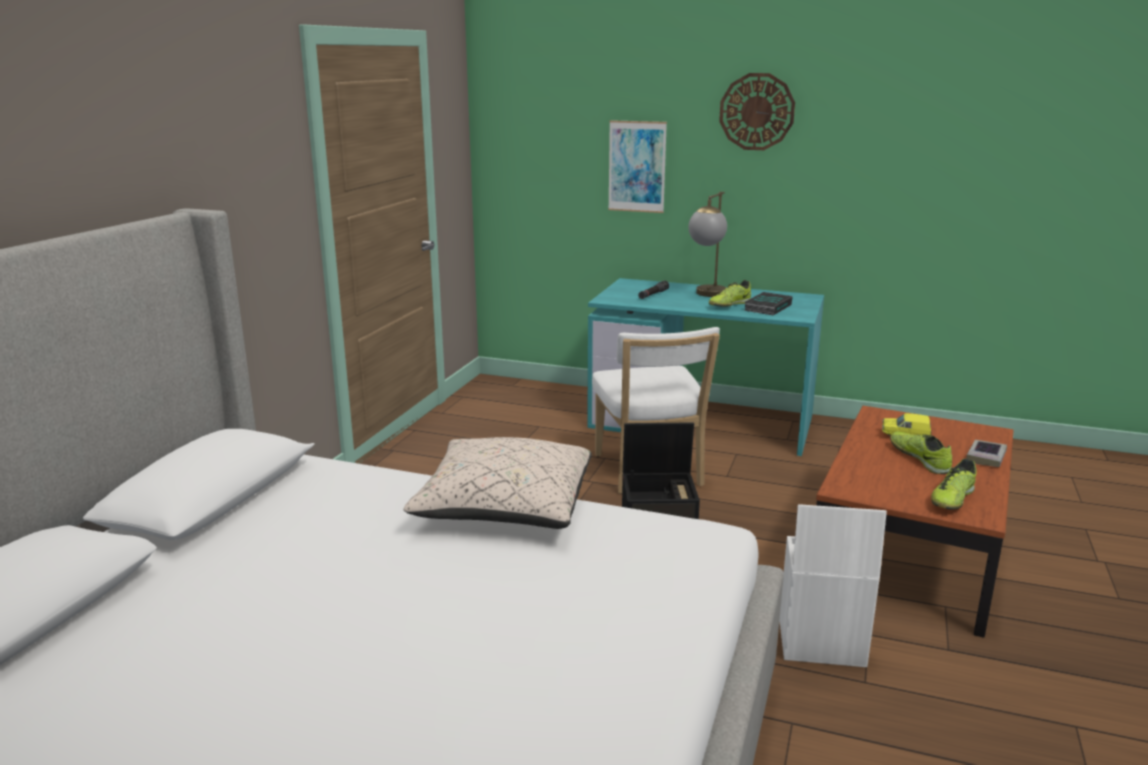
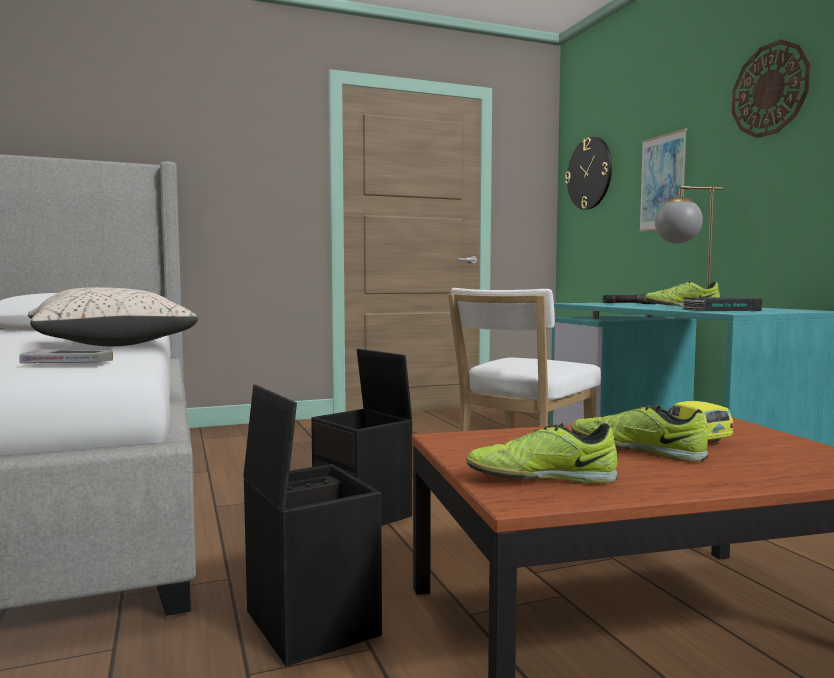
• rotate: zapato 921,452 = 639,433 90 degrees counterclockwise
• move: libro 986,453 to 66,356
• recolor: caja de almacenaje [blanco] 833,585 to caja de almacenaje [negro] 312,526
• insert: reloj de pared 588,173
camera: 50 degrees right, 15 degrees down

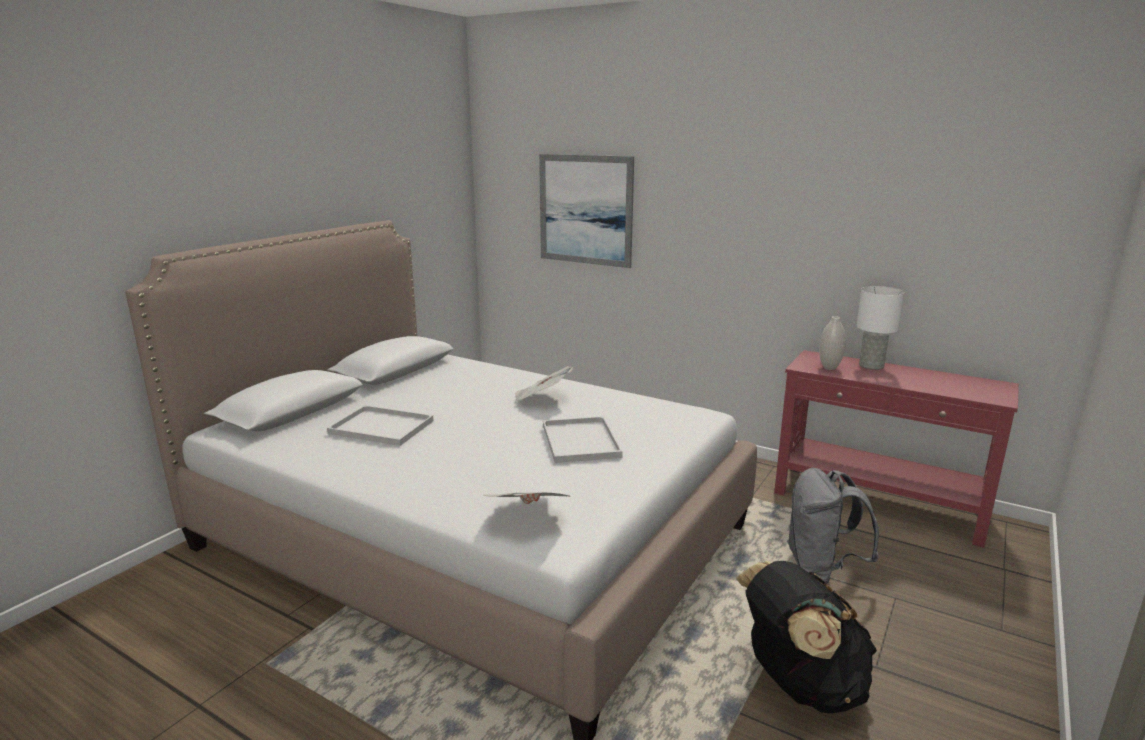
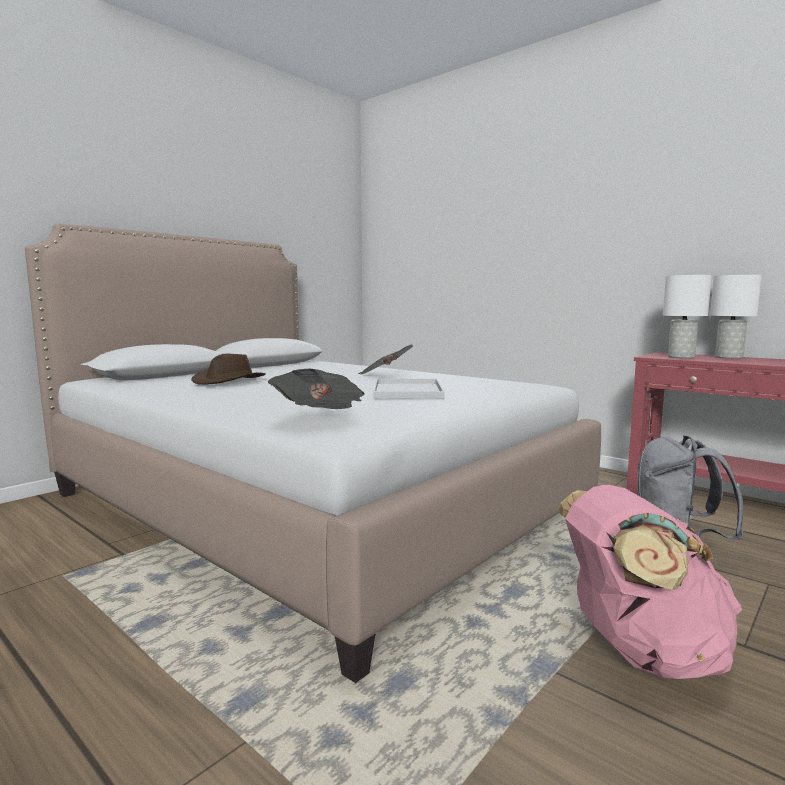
• delete: cuadro 586,211
• replace: florero [blanco] 832,343 to lámpara de mesa [blanco] 687,317
• replace: bandeja [blanco] 380,425 to sombrero [marrón] 228,369
• recolor: mochila [negro] 806,637 to mochila [rosa] 649,582
camera: 10 degrees right, 10 degrees down

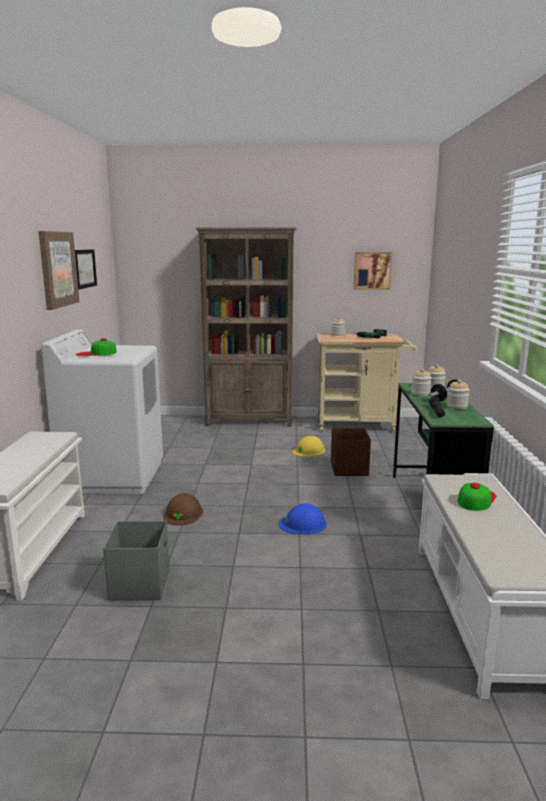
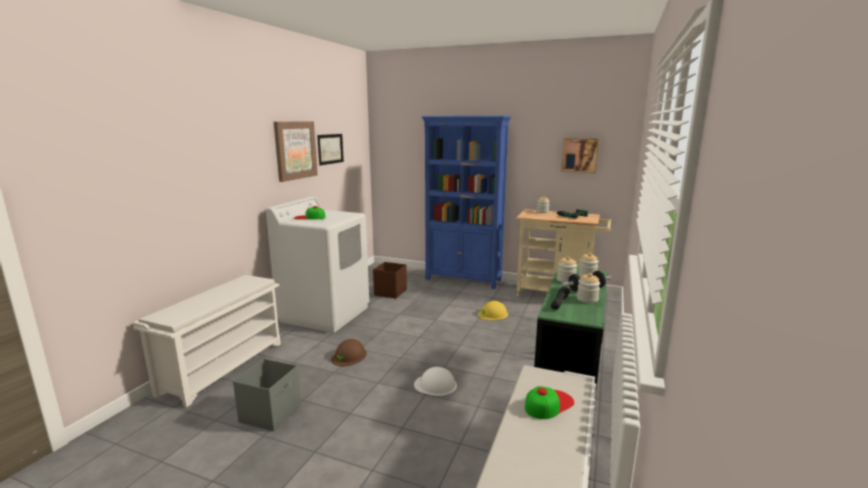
• recolor: estantería [marrón] 246,327 to estantería [azul] 466,202
• move: caja de almacenaje [marrón] 351,452 to 390,280
• recolor: casco [azul] 303,518 to casco [blanco] 435,381
camera: 20 degrees right, 0 degrees up

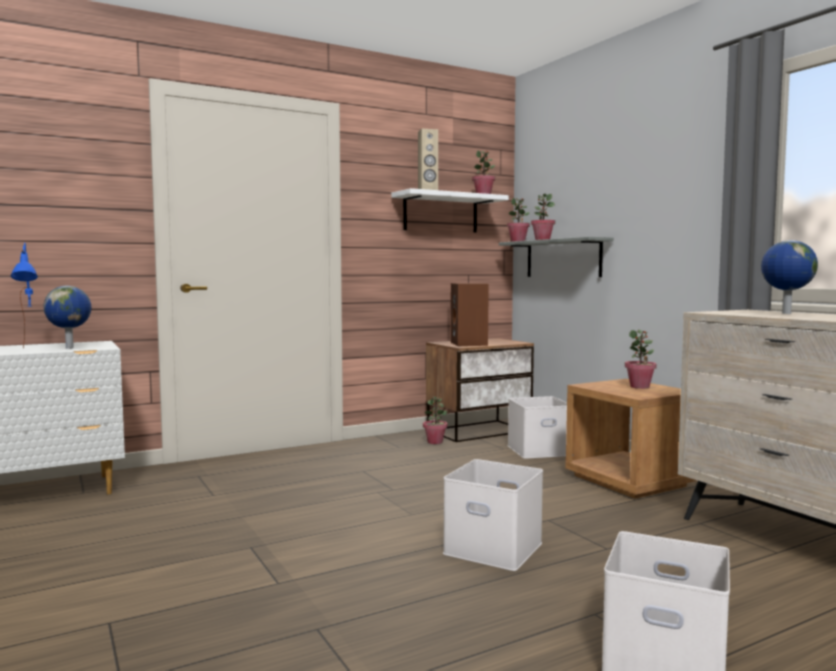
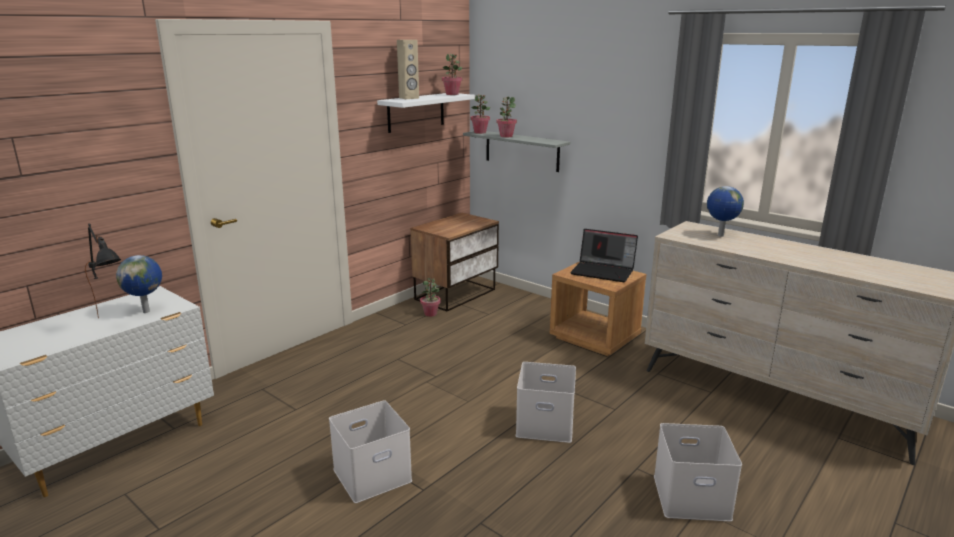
• recolor: lámpara de mesa [azul] 24,295 to lámpara de mesa [negro] 103,271
• delete: altavoz [marrón] 469,314
• replace: planta en maceta 641,359 to portátil 604,255
• move: caja de almacenaje [blanco] 537,427 to 370,451
camera: 20 degrees left, 15 degrees up

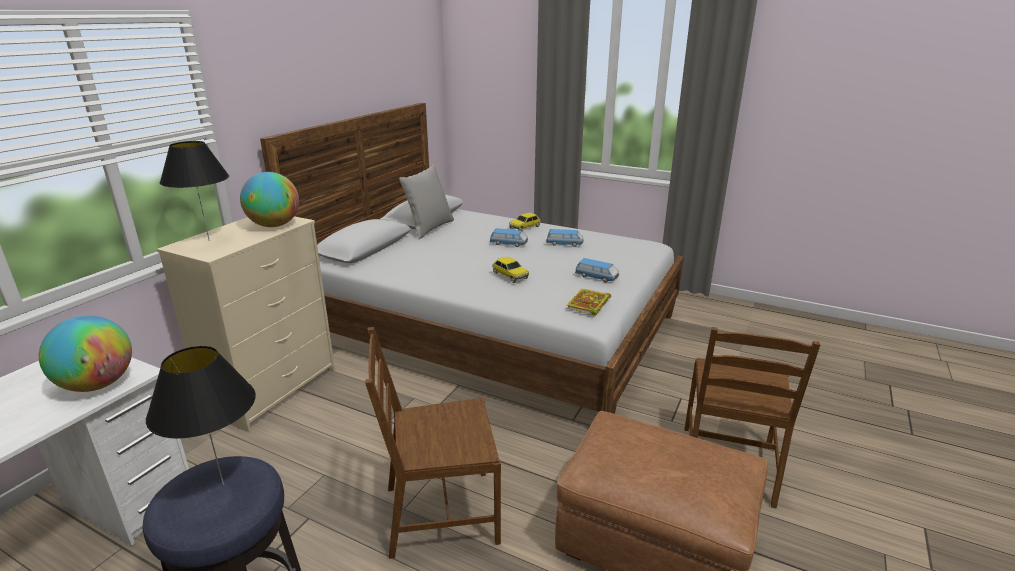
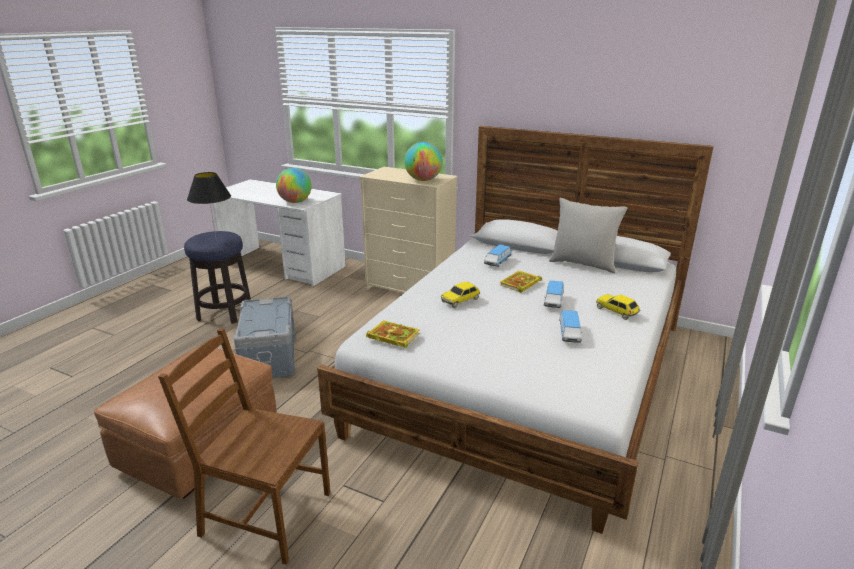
• delete: lámpara de mesa [negro] 194,191
• move: coche de juguete 597,270 to 497,256
• replace: silla [marrón] 433,443 to caja de almacenaje [gris] 265,337
• insert: libro 521,282
camera: 90 degrees right, 0 degrees up

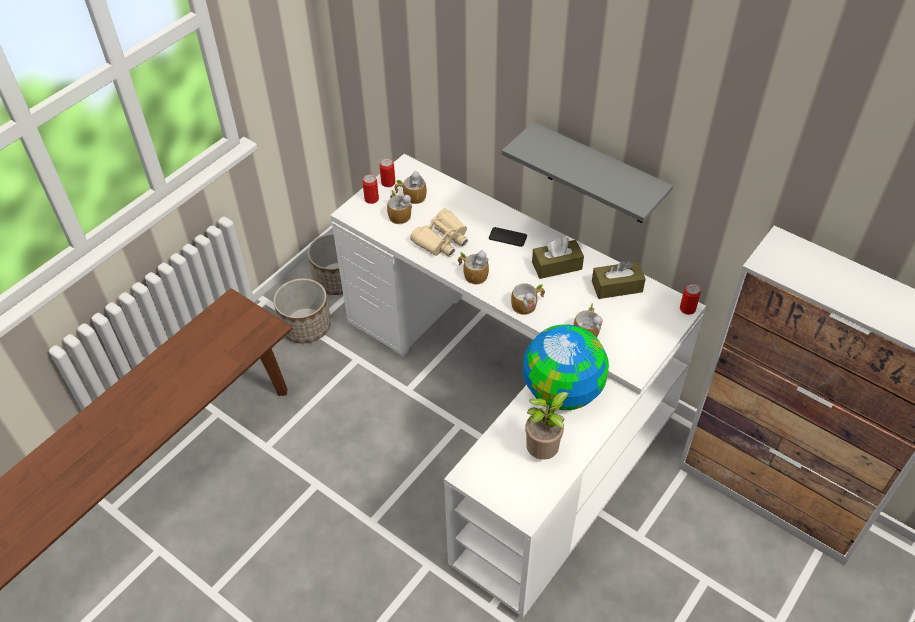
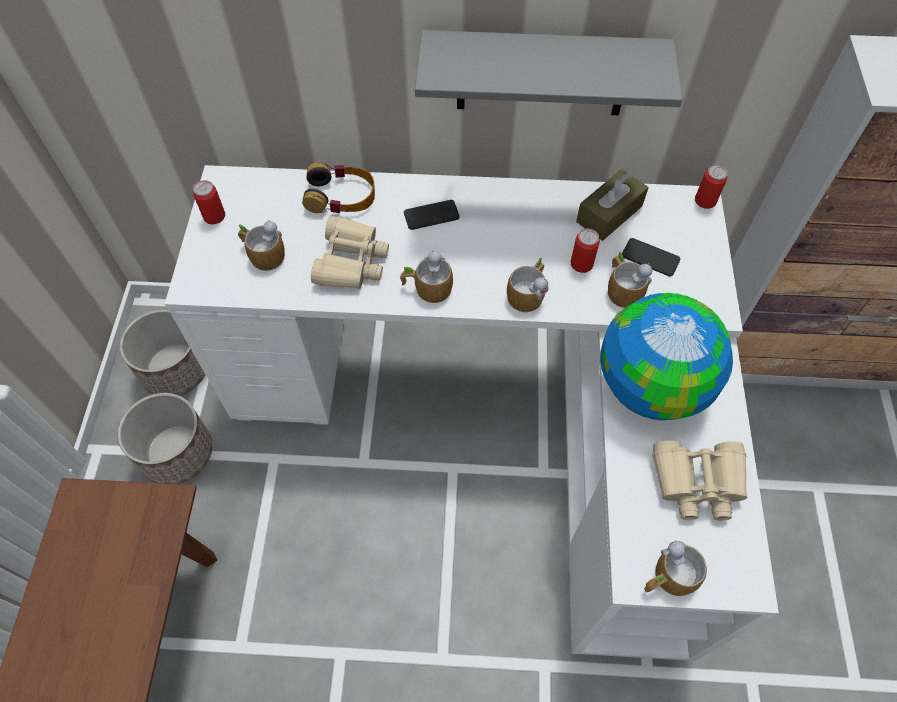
• move: taza grande 410,187 to 675,568
• move: lata 370,189 to 585,250
• delete: caja de pañuelos [marrón] 558,258
• replace: planta en maceta 547,426 to prismáticos [beis] 700,480
• insert: auriculares 338,187
• insert: móvil 651,257
camera: 35 degrees left, 10 degrees up

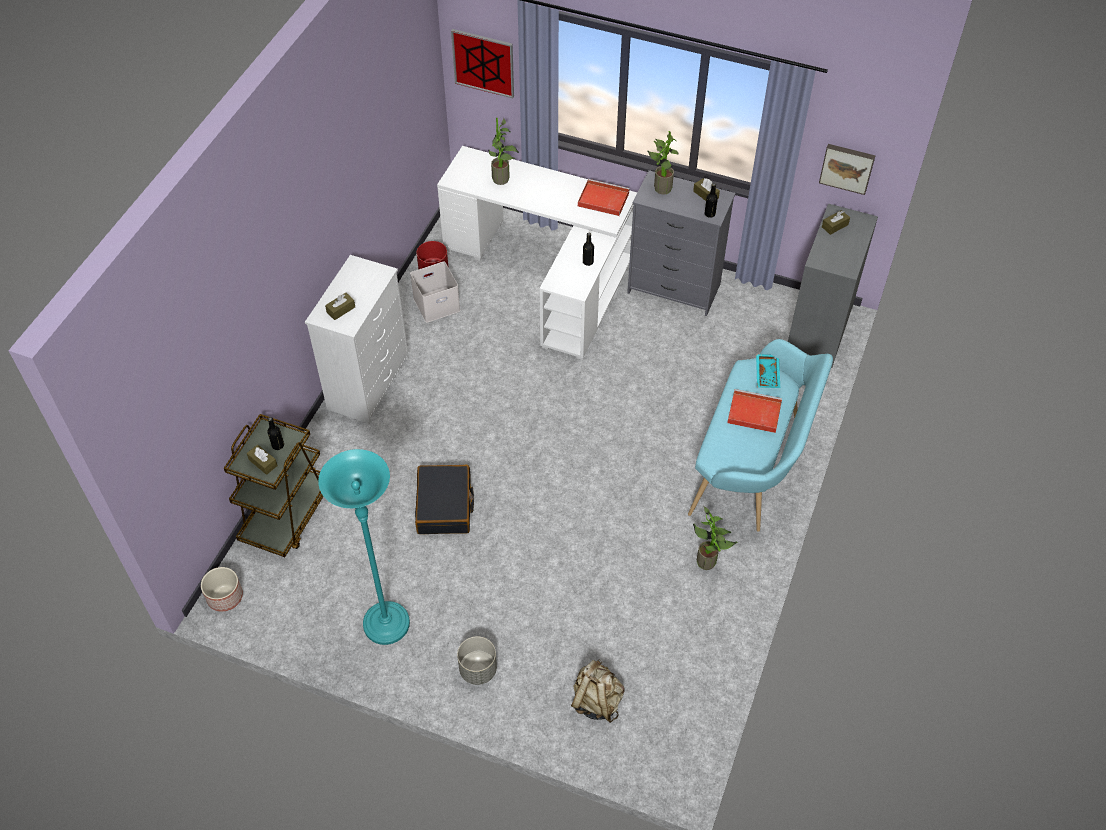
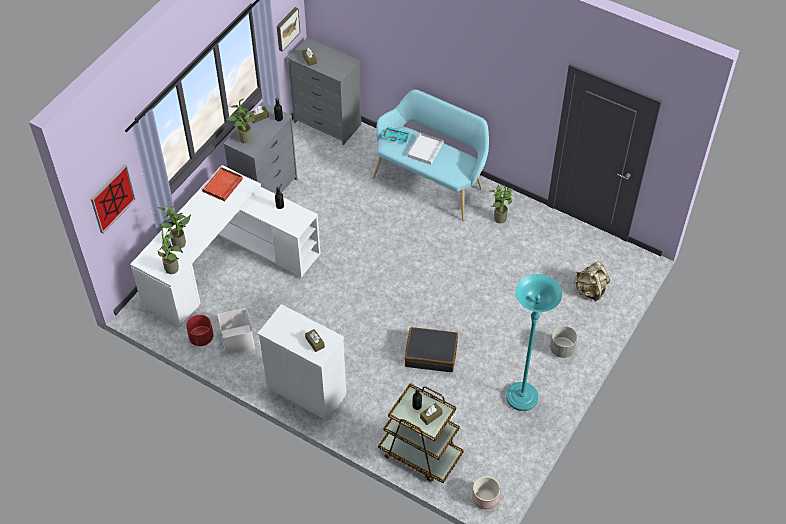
• recolor: bandeja [rojo] 754,411 to bandeja [blanco] 425,149
• insert: planta en maceta 170,250
camera: 80 degrees left, 0 degrees up

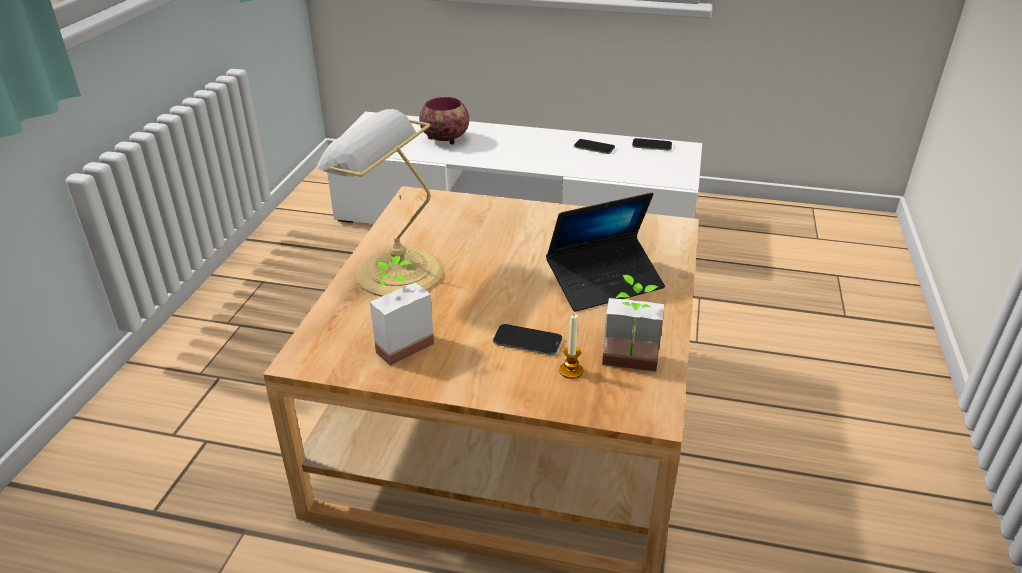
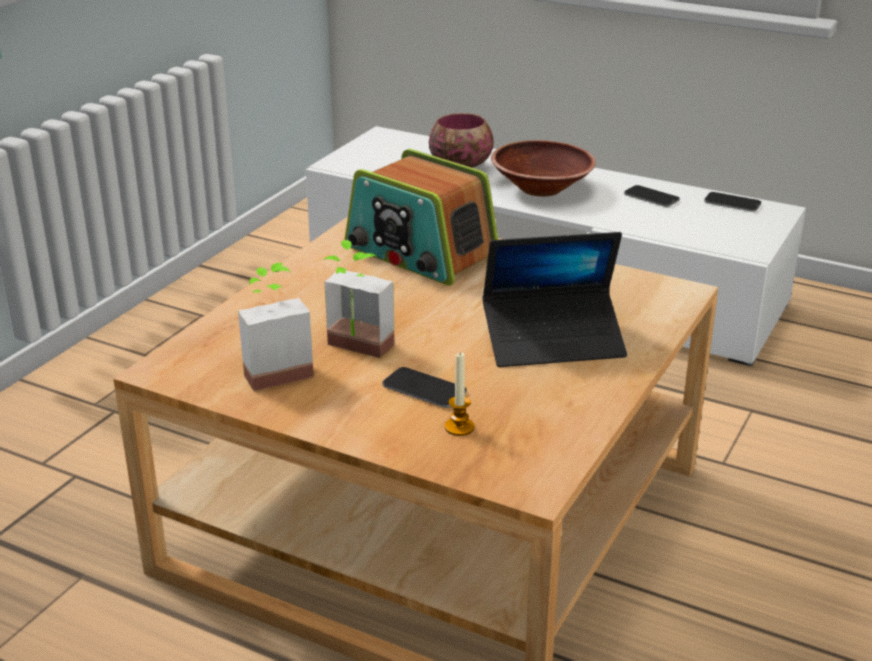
• delete: lámpara de mesa 380,203
• move: planta en maceta 633,323 to 359,299
• insert: cuenco [marrón] 543,168
• insert: radio 421,217
camera: 15 degrees right, 5 degrees down

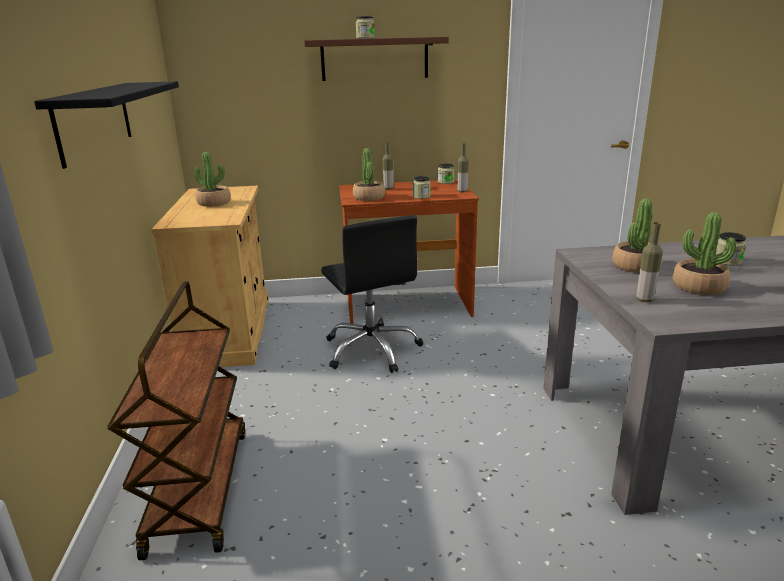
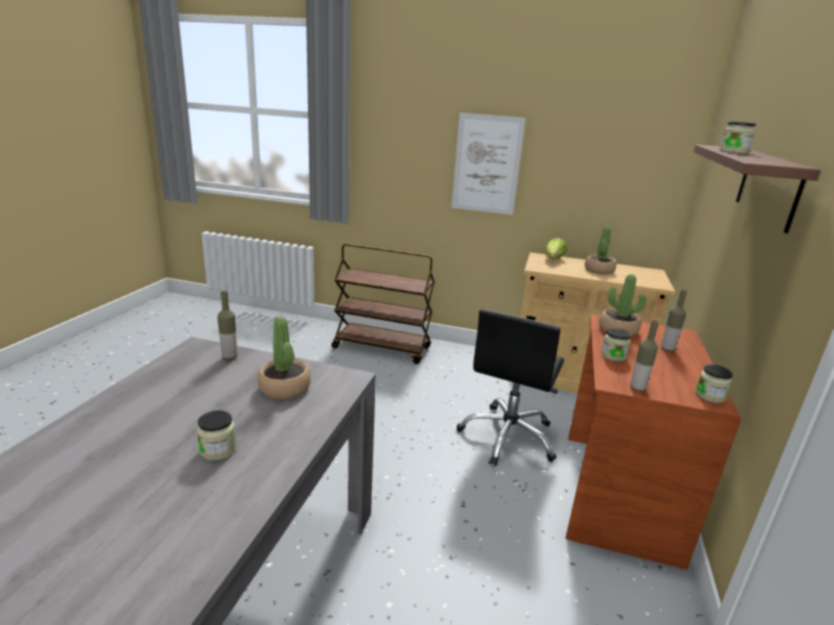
• replace: estante [negro] 106,125 to cuadro 488,164
• delete: planta en maceta 704,253
• rotate: silla de oficina [negro] 372,294 = 510,387 60 degrees counterclockwise
• insert: lechuga 556,248
camera: 110 degrees right, 0 degrees up

